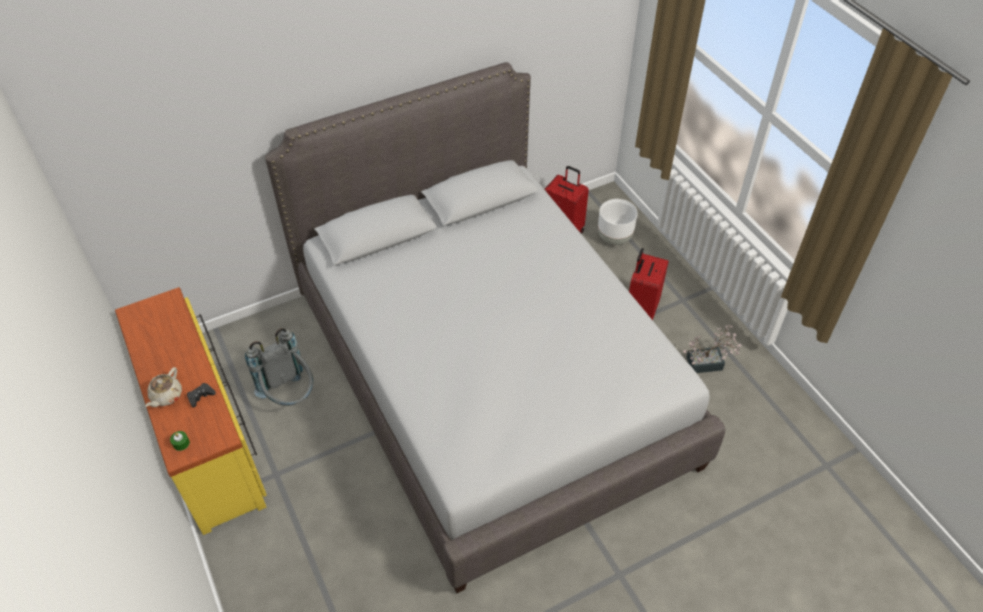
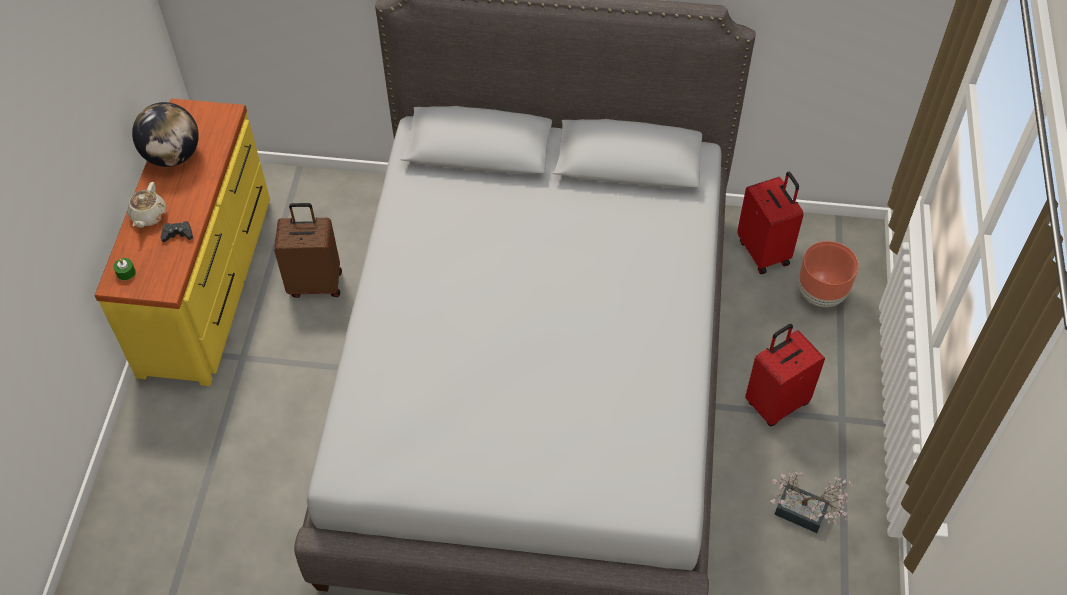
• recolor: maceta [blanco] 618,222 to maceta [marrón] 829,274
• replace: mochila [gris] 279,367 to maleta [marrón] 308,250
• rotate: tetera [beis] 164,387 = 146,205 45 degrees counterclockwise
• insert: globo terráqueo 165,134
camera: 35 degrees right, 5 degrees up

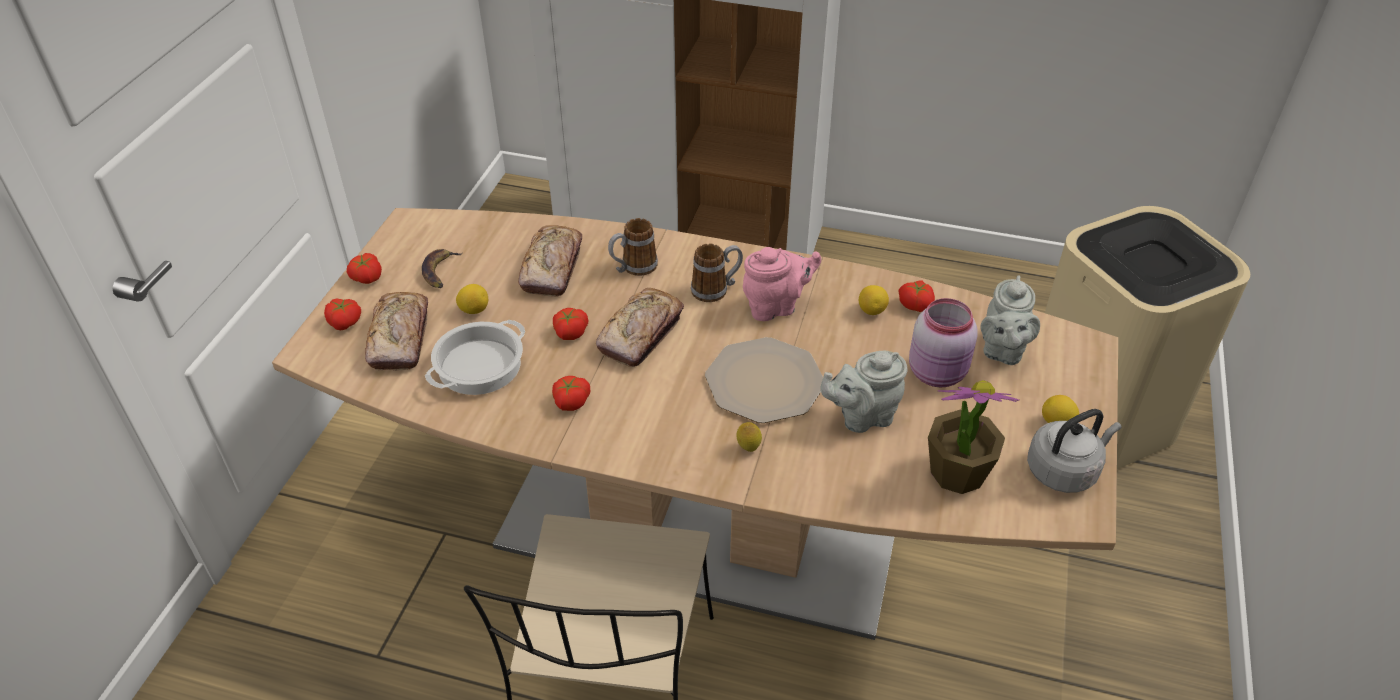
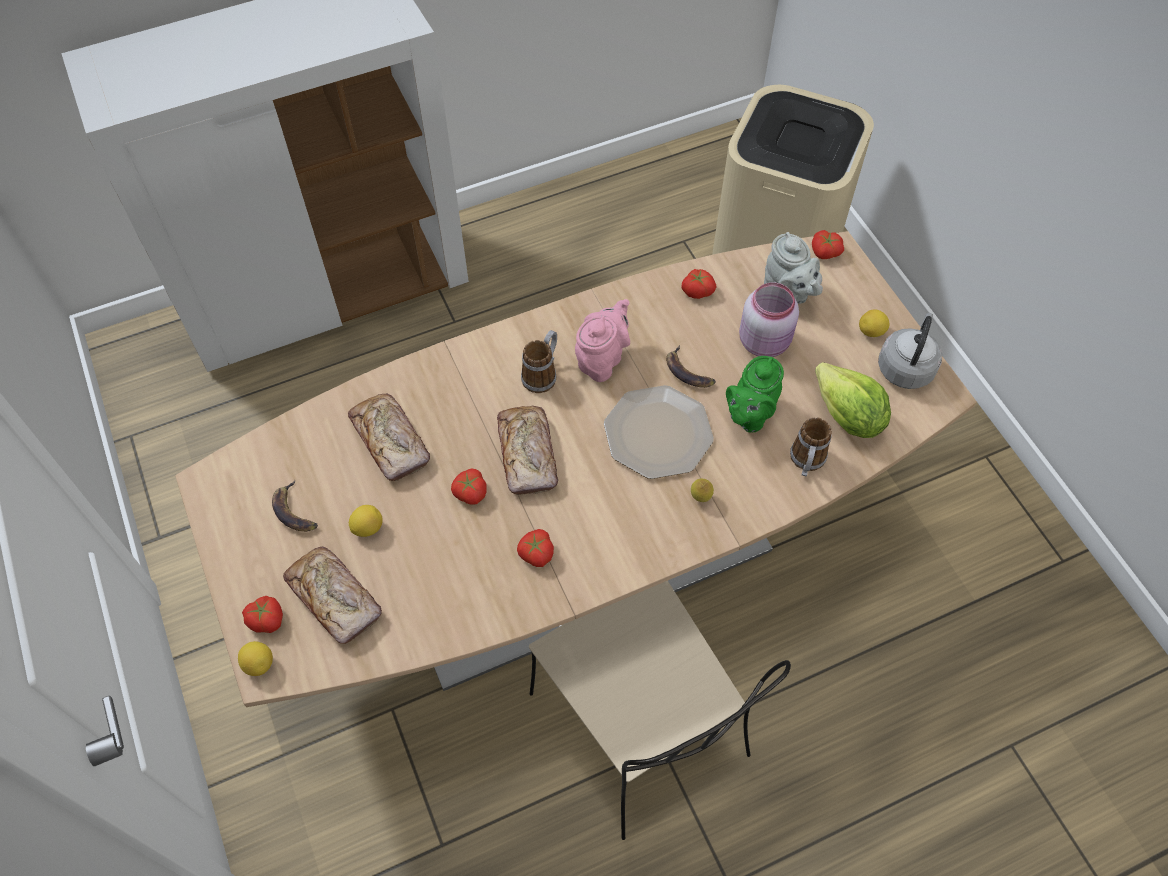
• move: taza grande 633,247 to 811,447
• move: tomate 364,268 to 828,244
• move: limón 874,300 to 255,658
• delete: olla 475,357
• recolor: tetera [gris] 863,392 to tetera [verde] 755,394
• replace: planta en maceta 973,437 to lechuga 853,400
• insert: plátano 691,366
camera: 40 degrees left, 15 degrees up

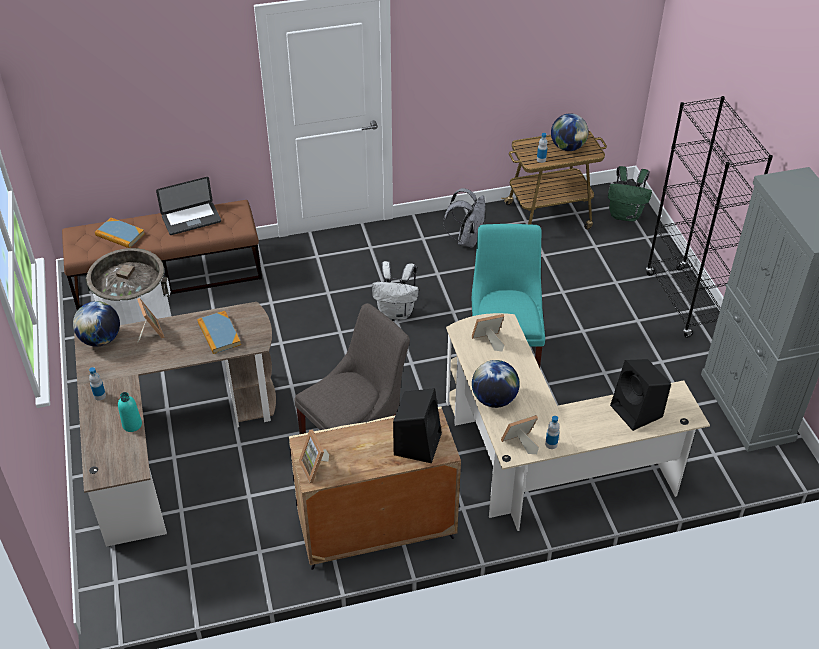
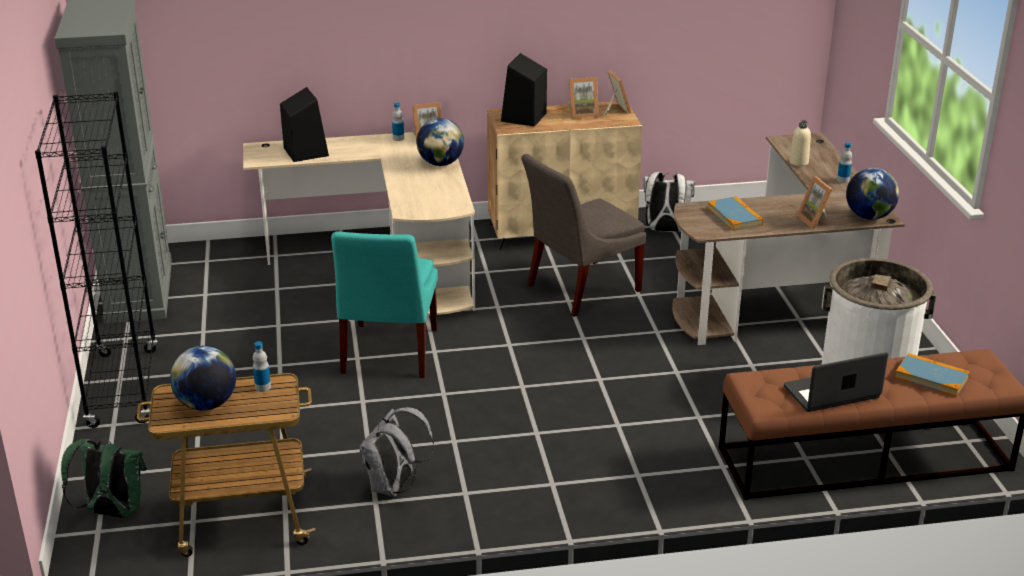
• move: mochila [blanco] 395,290 to 669,202
• move: portarretratos 488,333 to 583,98
• recolor: botella [turquesa] 130,412 to botella [beis] 800,143
camera: 175 degrees left, 15 degrees down

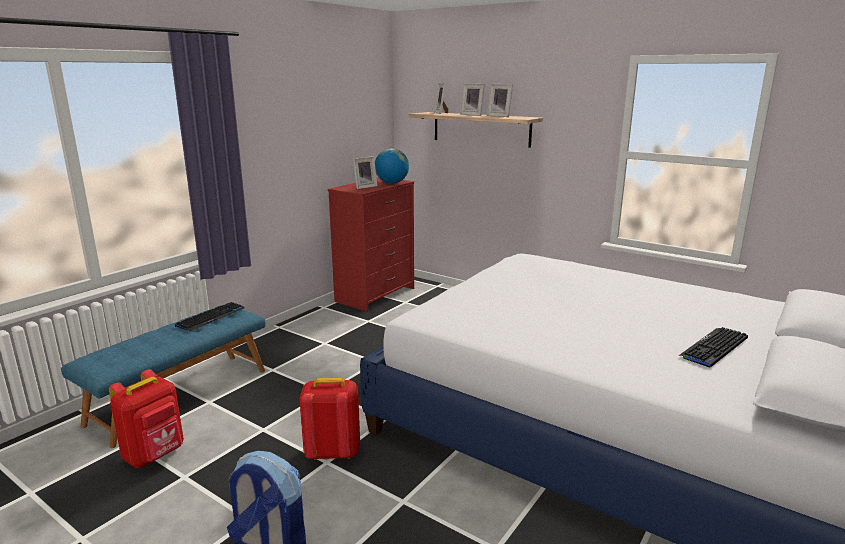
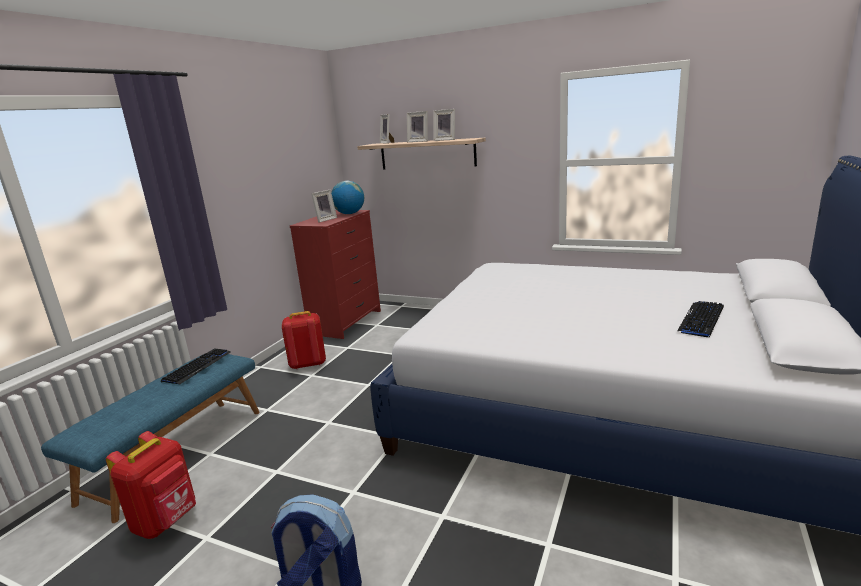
• move: mochila [rojo] 329,419 to 304,340
camera: 10 degrees left, 0 degrees up

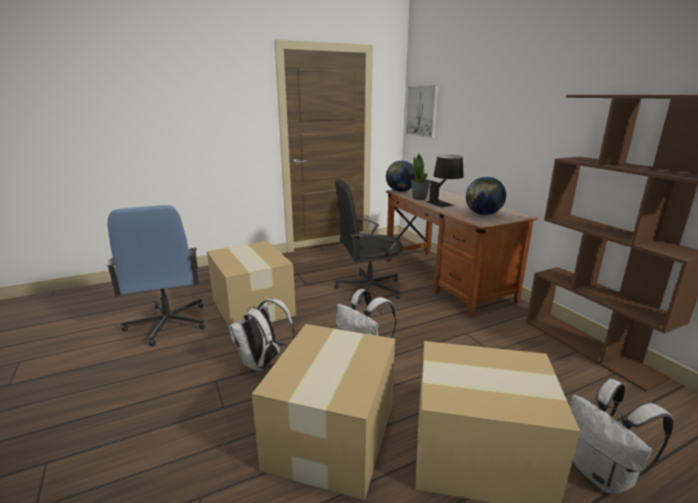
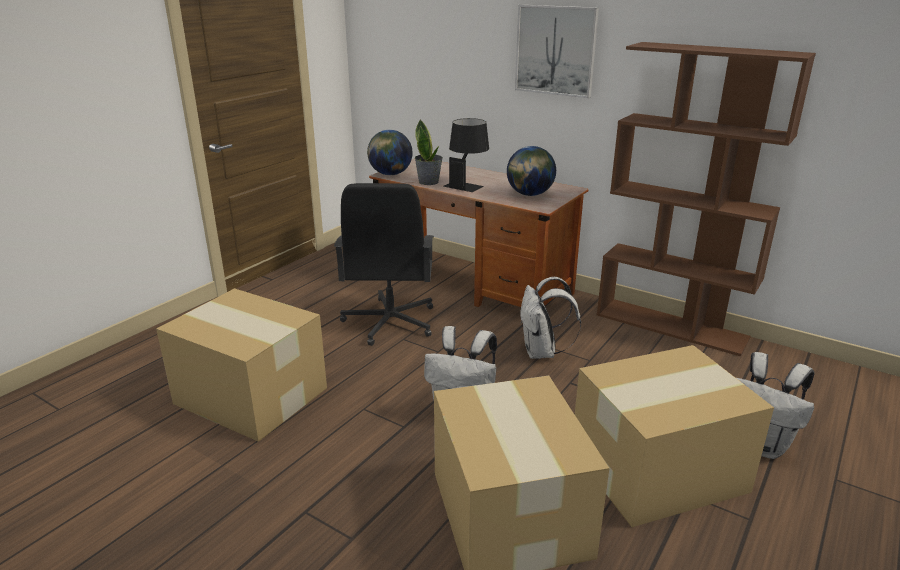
• move: cuadro 422,111 to 557,51
• rotate: silla de oficina [negro] 368,241 = 384,264 45 degrees counterclockwise
• delete: silla de oficina [azul] 155,275
• move: mochila [blanco] 261,335 to 550,318
camera: 30 degrees left, 5 degrees up

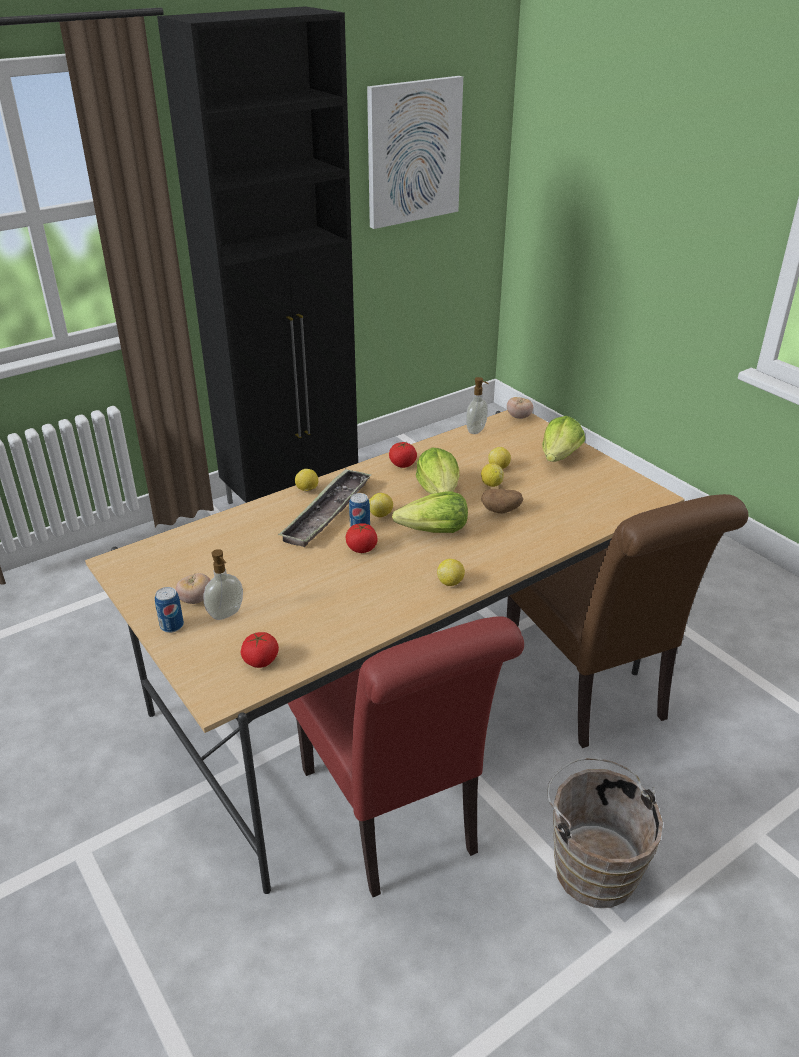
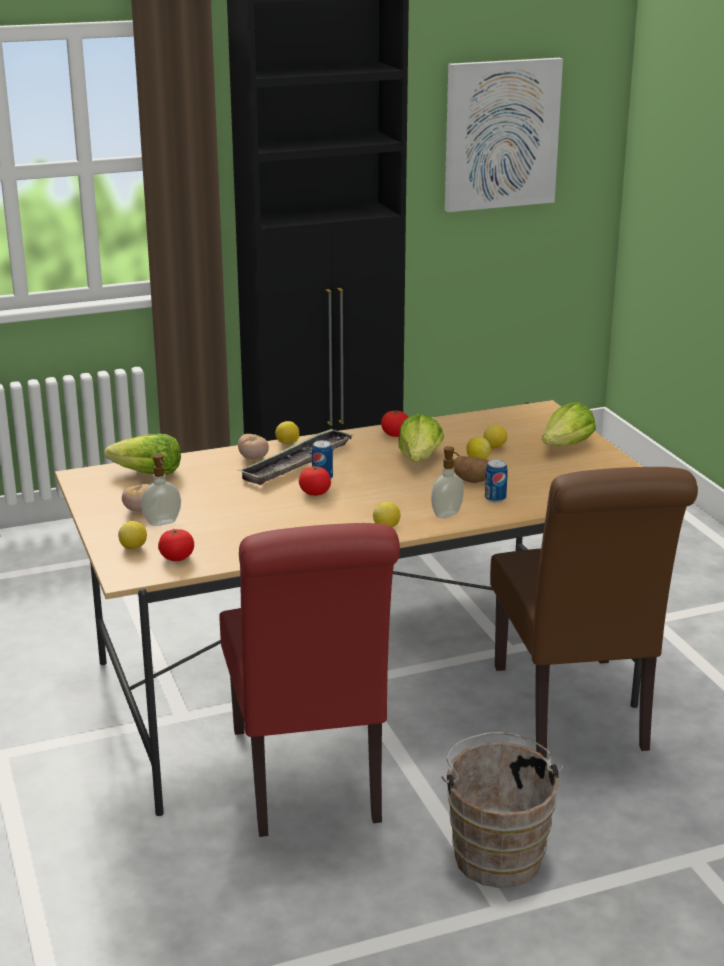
• move: dispensador de jabón 477,405 to 447,482
• move: tomate 520,408 to 253,447
• move: lechuga 430,512 to 142,454
• move: limón 381,505 to 132,535
• move: lata 169,610 to 496,481
camera: 15 degrees right, 10 degrees down

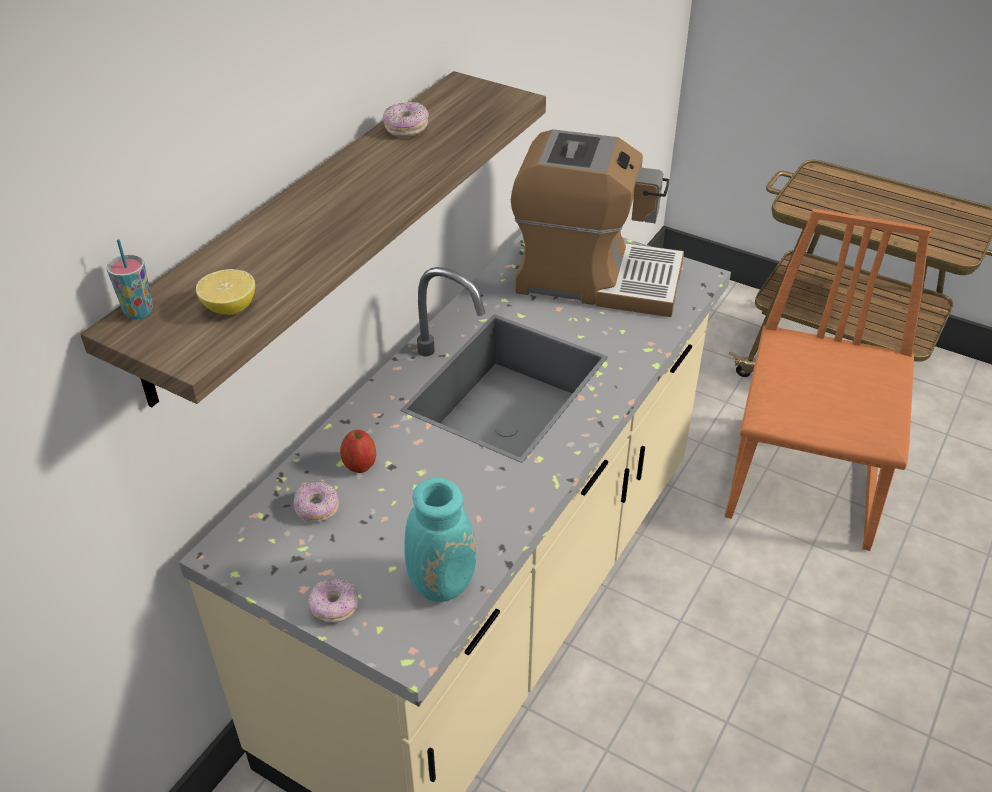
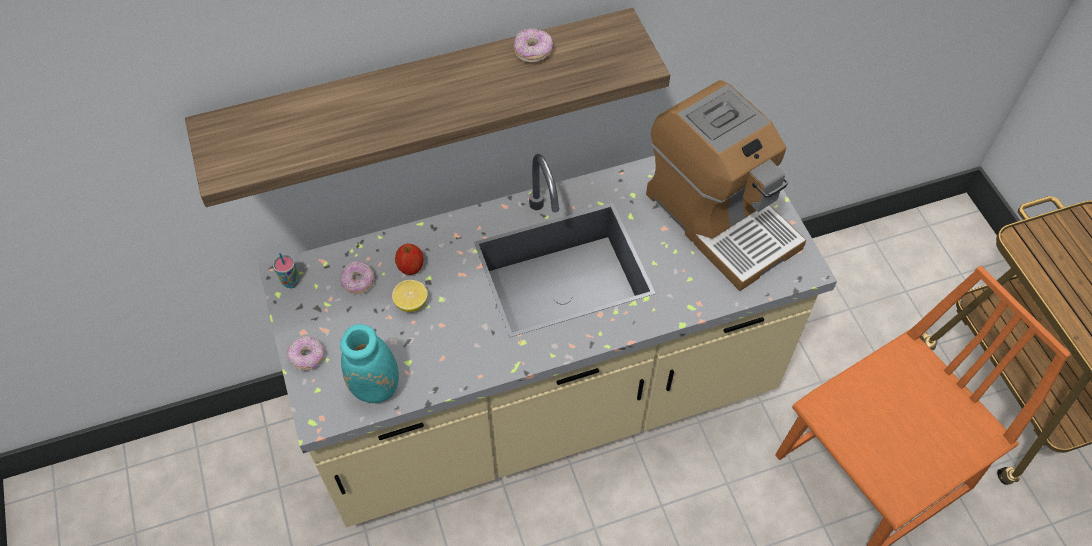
• move: taza 130,279 to 286,270
• move: limón 225,292 to 410,296
camera: 40 degrees right, 15 degrees up

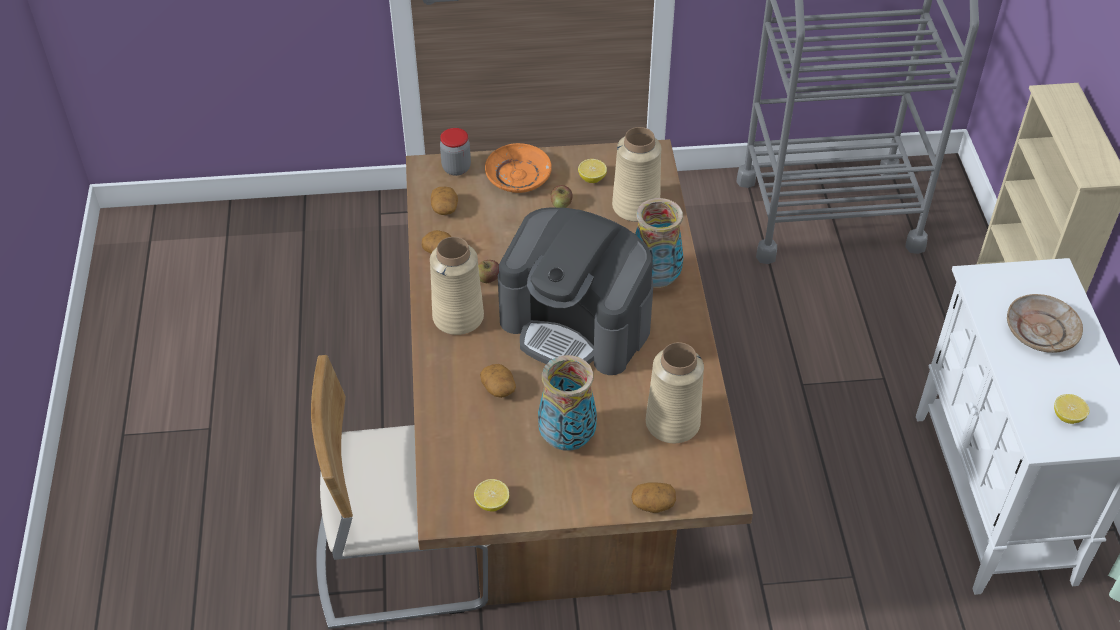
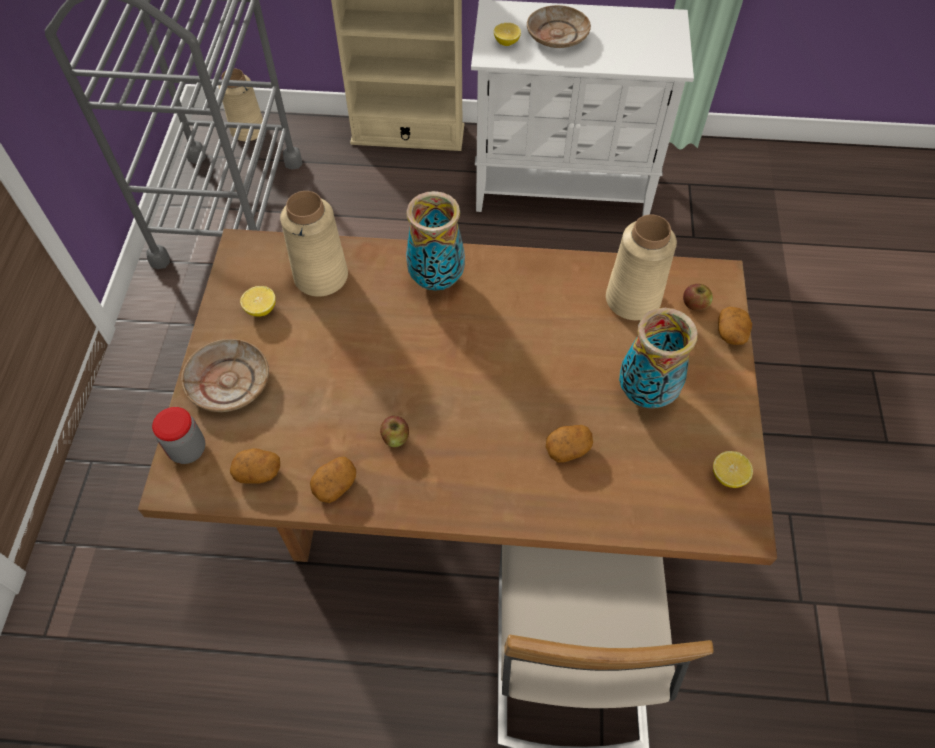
• recolor: plato [naranja] 518,168 to plato [beis] 225,375
• move: manzana 562,196 to 698,297
• delete: cafetera 575,291
• move: florero [beis] 457,286 to 241,105
• move: limón 1071,409 to 507,34
camera: 80 degrees left, 10 degrees up

